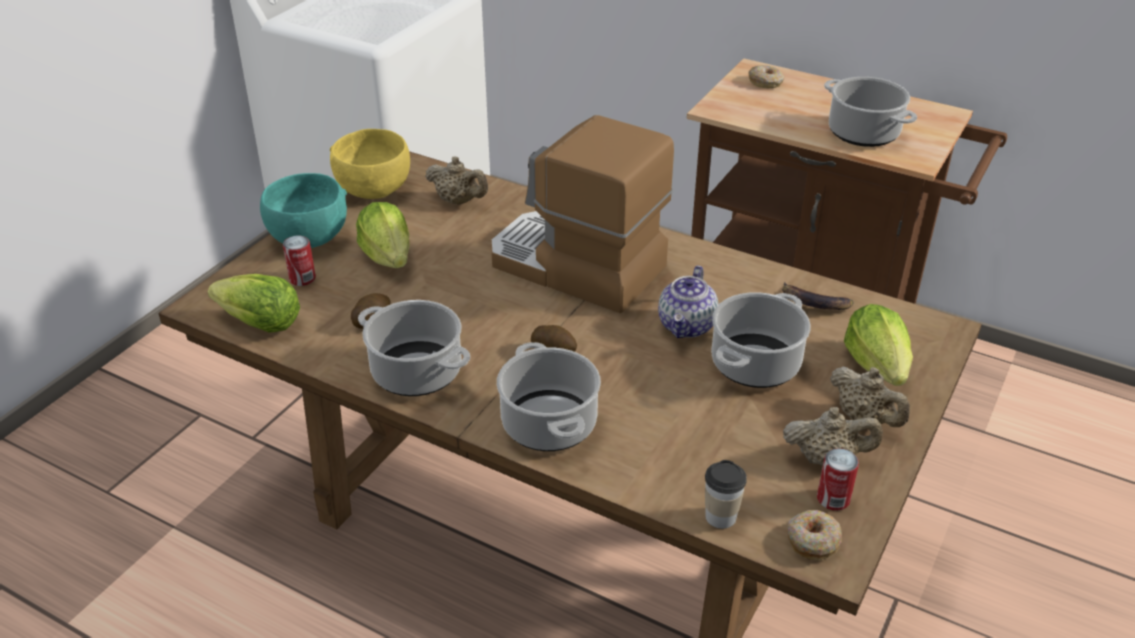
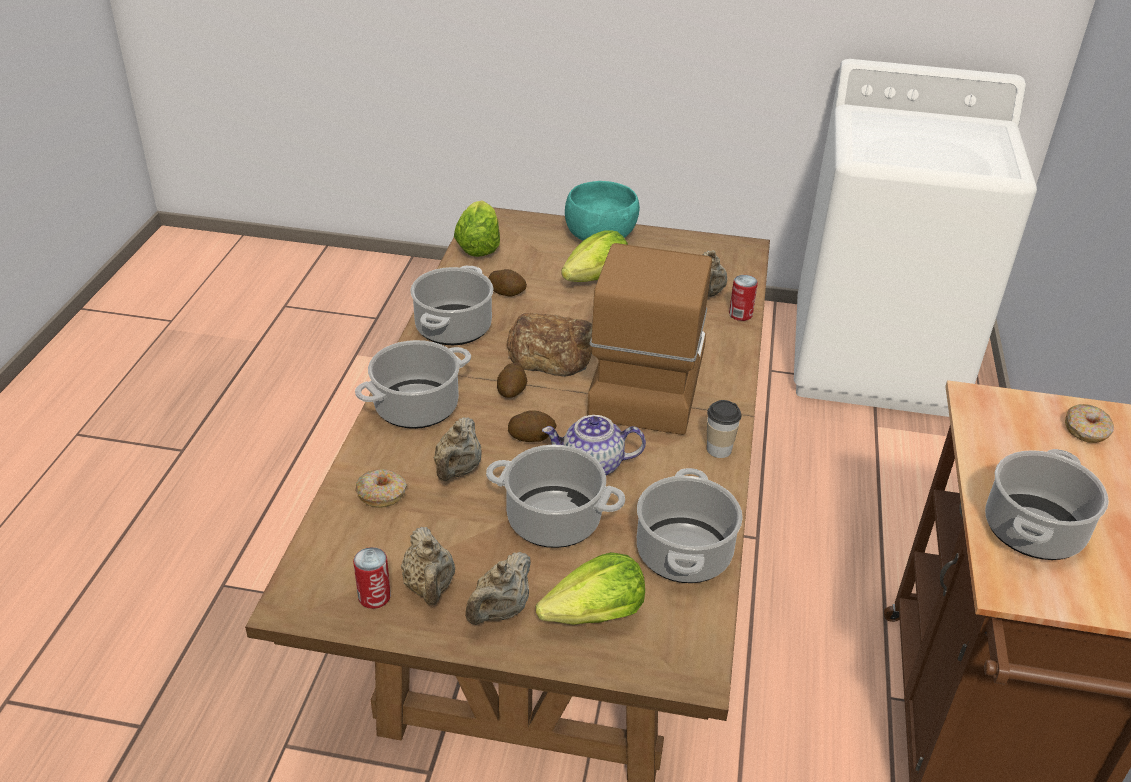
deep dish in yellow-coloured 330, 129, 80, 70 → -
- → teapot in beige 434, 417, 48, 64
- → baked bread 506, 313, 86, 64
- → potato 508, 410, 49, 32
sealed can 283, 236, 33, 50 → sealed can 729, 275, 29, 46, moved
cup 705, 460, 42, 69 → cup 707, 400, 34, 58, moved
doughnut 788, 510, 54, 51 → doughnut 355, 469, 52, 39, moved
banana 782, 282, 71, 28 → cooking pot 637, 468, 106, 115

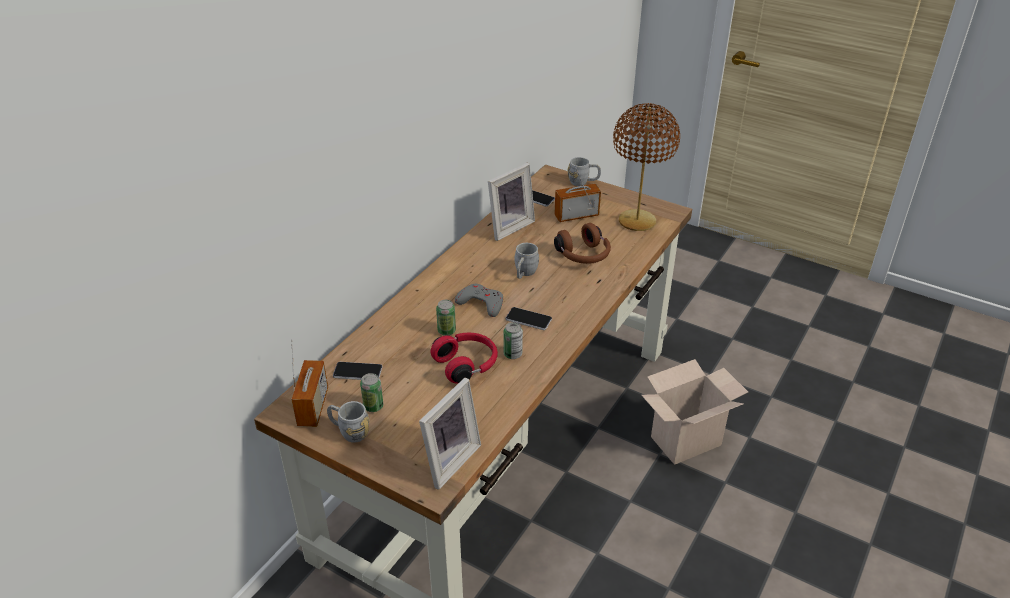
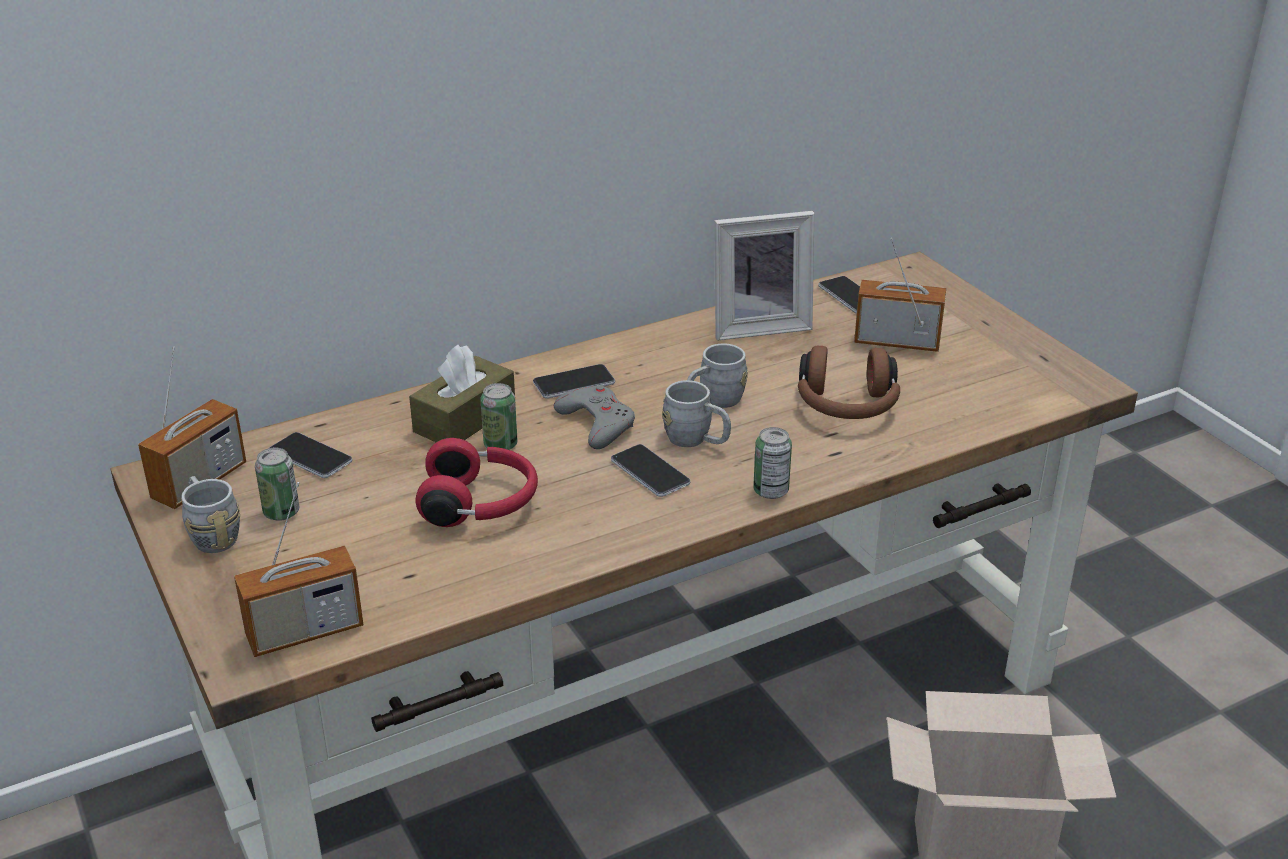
lamp for a table in brown-coloured 613, 103, 67, 128 → -
- → tissue box in brown-coloured 409, 345, 107, 97
- → handset 533, 364, 82, 35
sealed can 504, 322, 19, 37 → sealed can 753, 427, 39, 72, moved
tea mug in gray 568, 157, 33, 29 → tea mug in gray 662, 380, 69, 67, moved
photo frame 419, 378, 62, 112 → radio receiver 234, 482, 129, 175

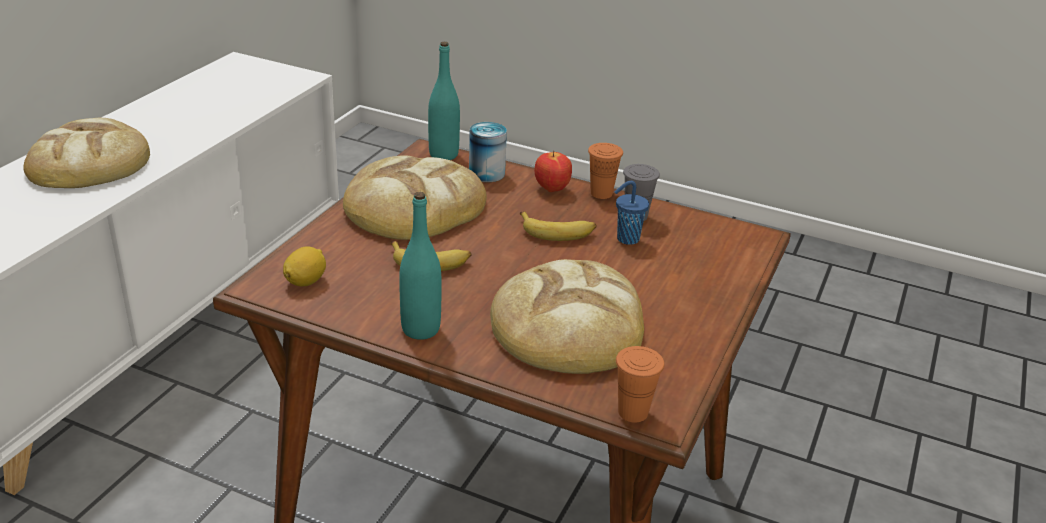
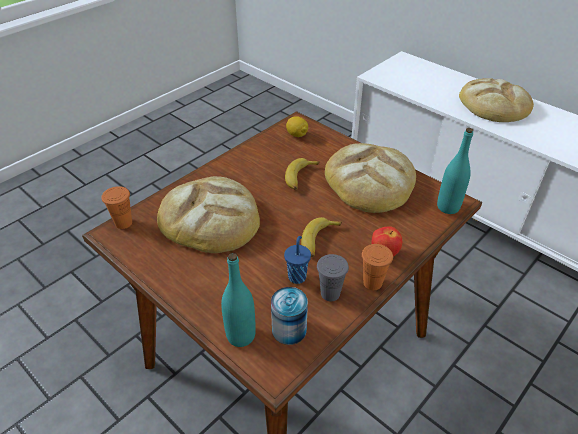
bottle in blue-green 399, 192, 43, 148 → bottle in blue-green 221, 253, 35, 94, moved
sealed can 469, 122, 38, 60 → sealed can 271, 287, 37, 58, moved

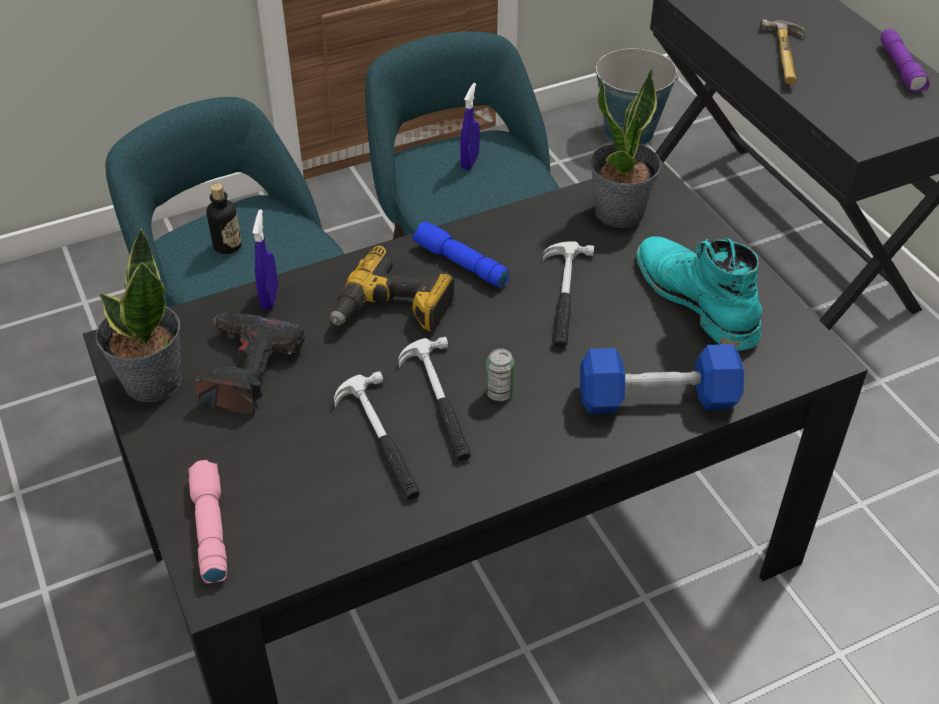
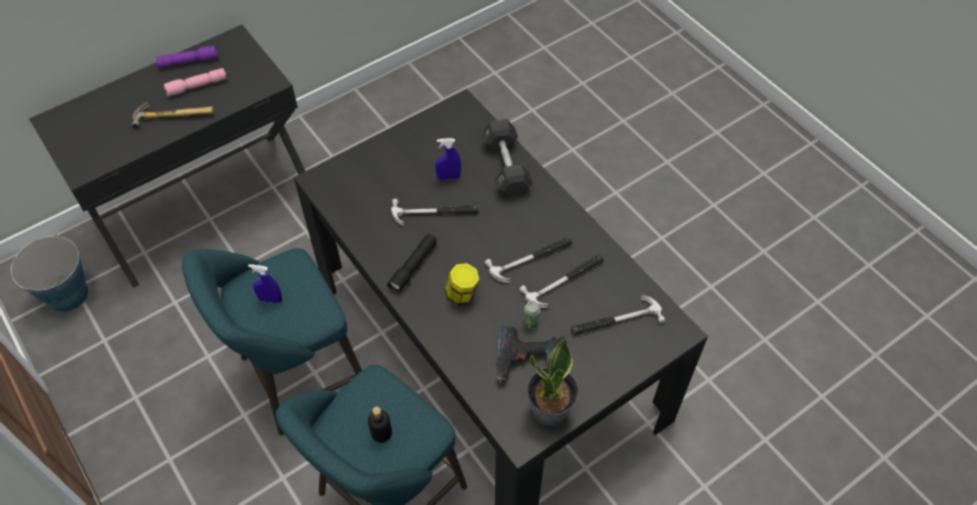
potted plant 590, 68, 71, 160 → -
boot in blue-green 636, 236, 126, 115 → -
- → hammer 571, 295, 95, 40
hand torch in pink 188, 460, 39, 124 → hand torch in pink 164, 68, 63, 29, moved
spray bottle in bluish 252, 209, 26, 101 → spray bottle in bluish 435, 138, 26, 42, moved
sealed can 486, 348, 29, 53 → sealed can 523, 301, 17, 28, moved
electric drill 330, 246, 125, 86 → jar 445, 263, 34, 42
hand torch in bluish 412, 221, 98, 67 → hand torch in black 387, 234, 50, 59
free weight in bluish 580, 344, 164, 70 → free weight in black 481, 119, 52, 78

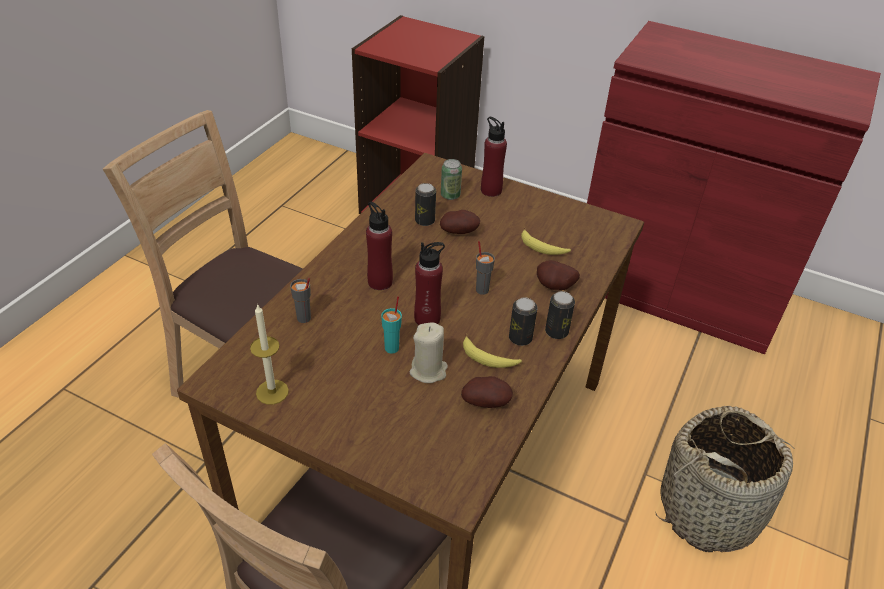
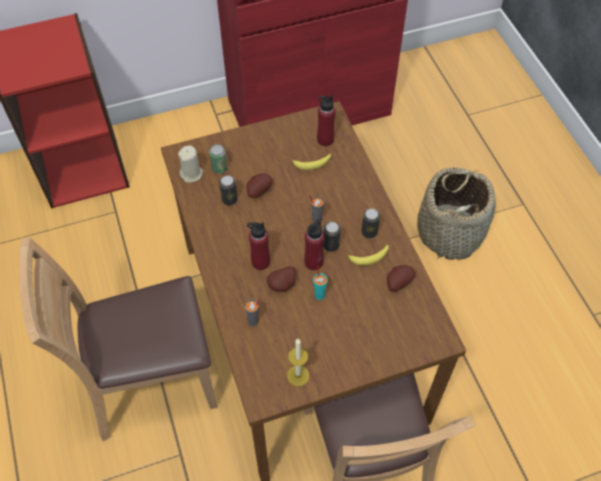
wax light in beige 410, 322, 38, 61 → wax light in beige 178, 145, 25, 38, moved
bottle in reddish 481, 117, 26, 80 → bottle in reddish 317, 95, 18, 51, moved
potato 537, 260, 43, 30 → potato 267, 266, 29, 26, moved
sealed can 545, 291, 30, 48 → sealed can 323, 222, 18, 30, moved

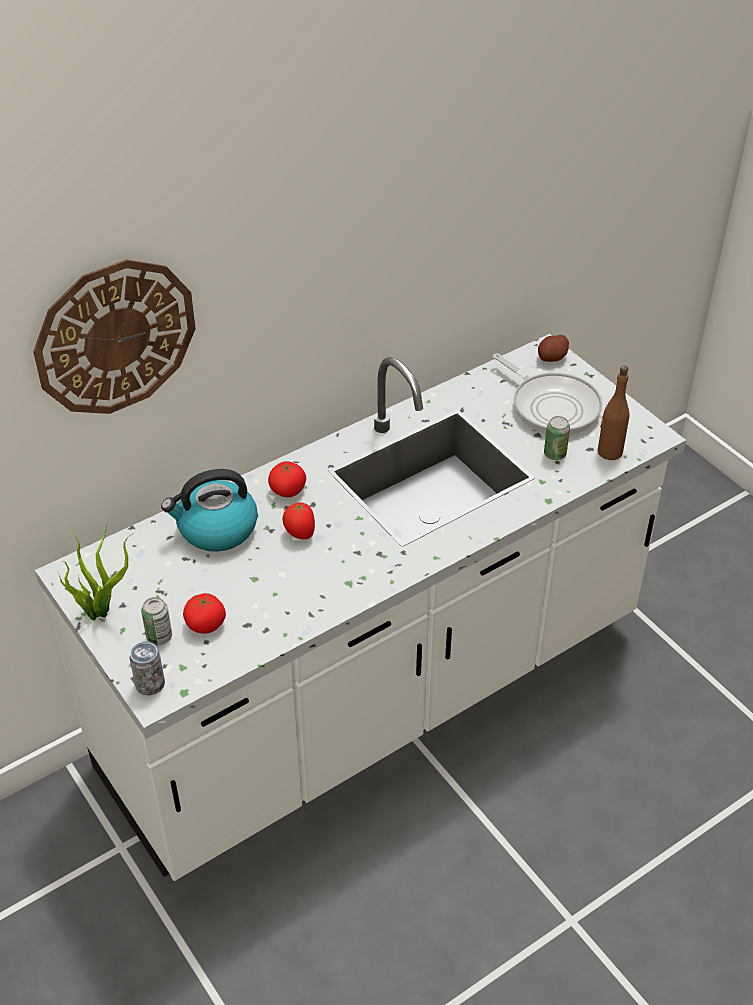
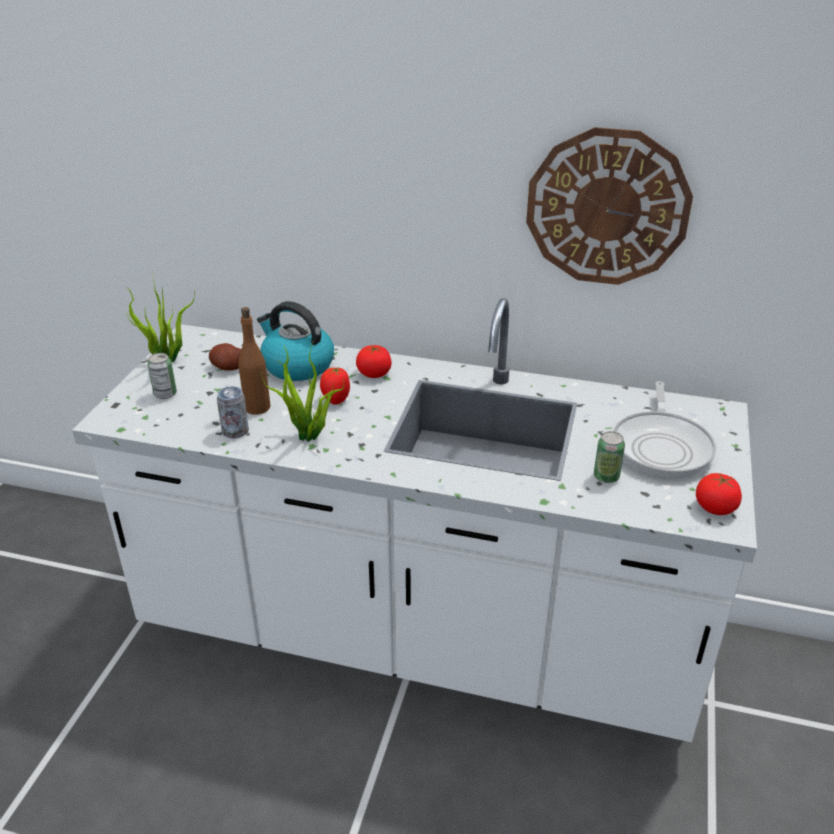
- → potted plant 261, 341, 83, 101
hanging clock 33, 259, 163, 155 → hanging clock 526, 127, 167, 158, moved
sealed can 129, 642, 36, 54 → sealed can 217, 386, 32, 52, moved
whole tomato 183, 593, 43, 41 → whole tomato 696, 473, 46, 42, moved
potato 538, 335, 31, 27 → potato 209, 343, 32, 28, moved
bottle in brown-coloured 598, 365, 32, 95 → bottle in brown-coloured 238, 307, 33, 108, moved

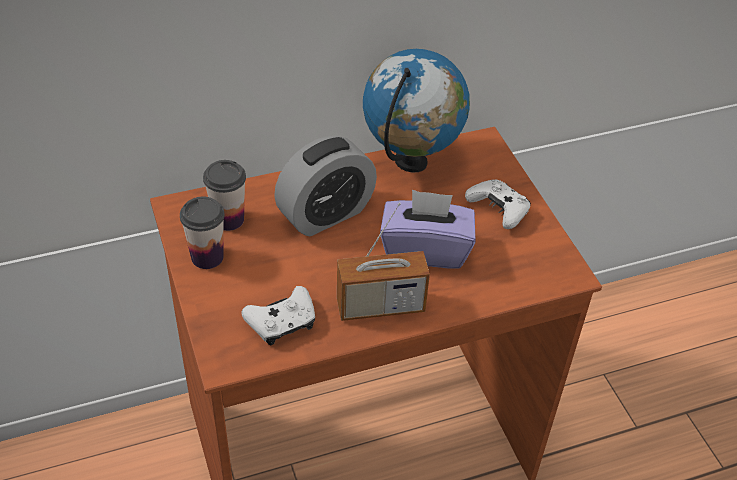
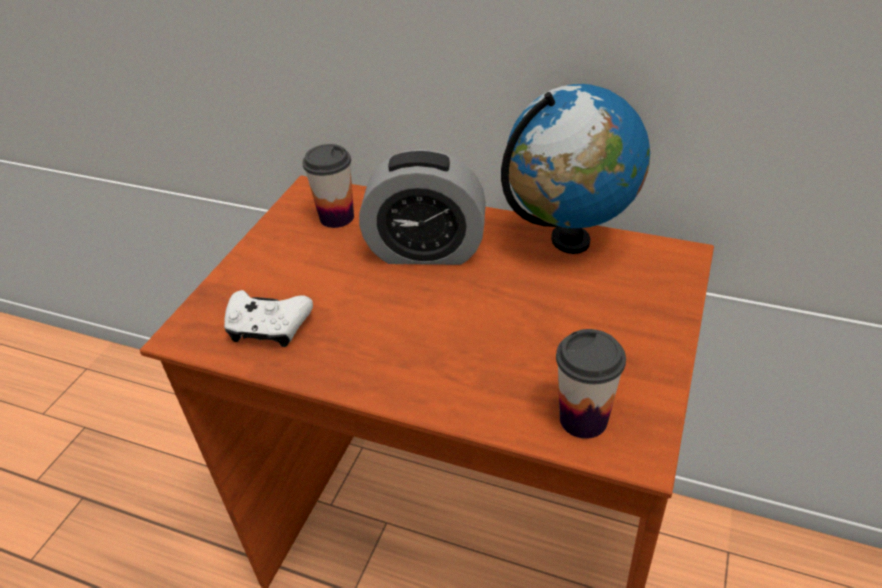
radio receiver 337, 202, 93, 119 → -
tissue box in purple-coloured 380, 190, 95, 78 → -
gamepad in whitish 465, 180, 66, 49 → -
cup 180, 196, 45, 73 → cup 556, 329, 70, 110, moved

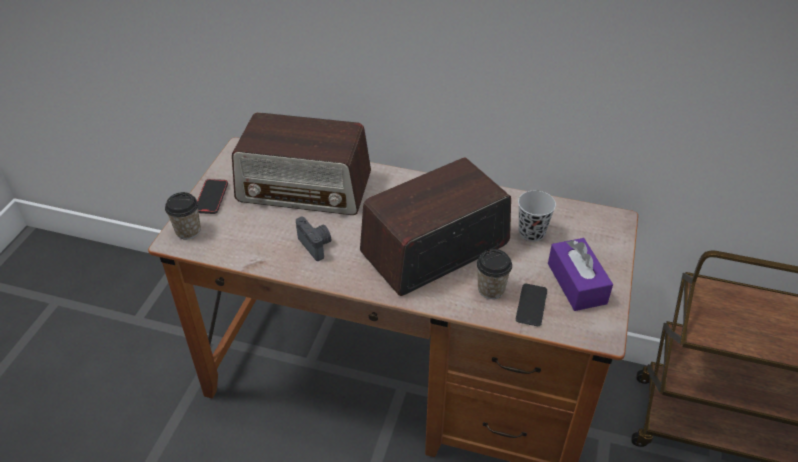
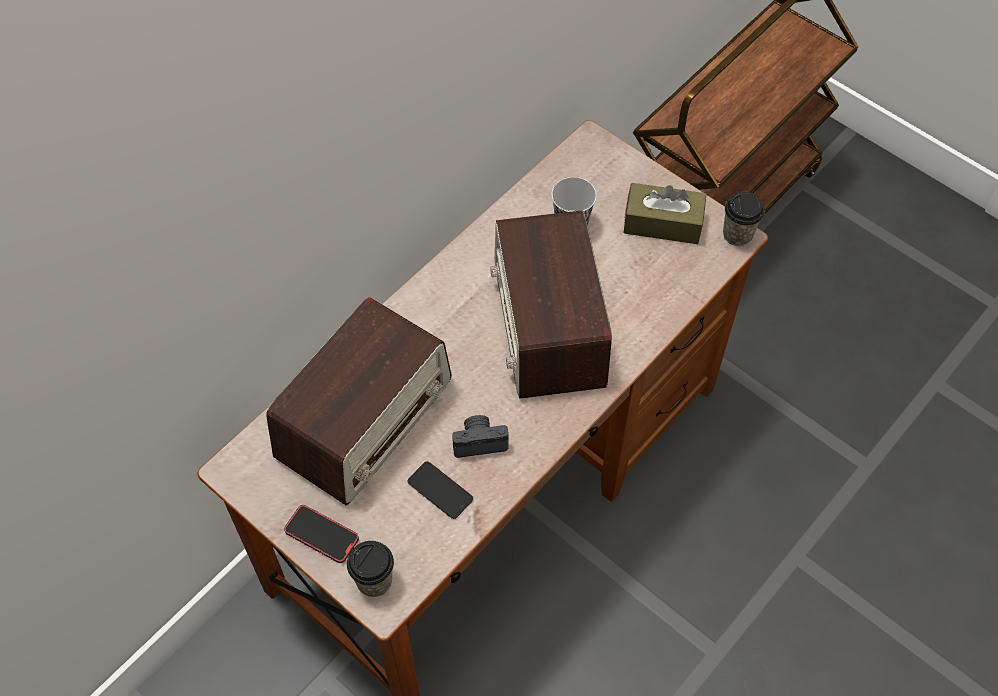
cup 477, 249, 35, 50 → cup 723, 192, 42, 54, moved
handset 516, 284, 31, 42 → handset 408, 462, 65, 57, moved
tissue box in purple-coloured 548, 238, 65, 73 → tissue box in brown-coloured 623, 183, 84, 61

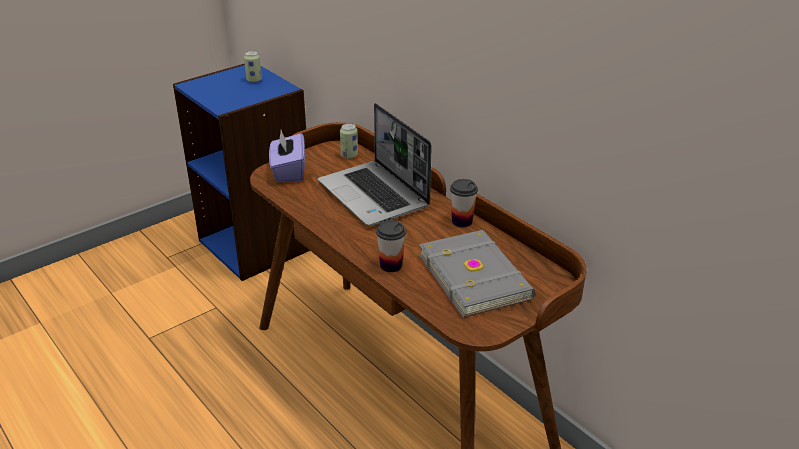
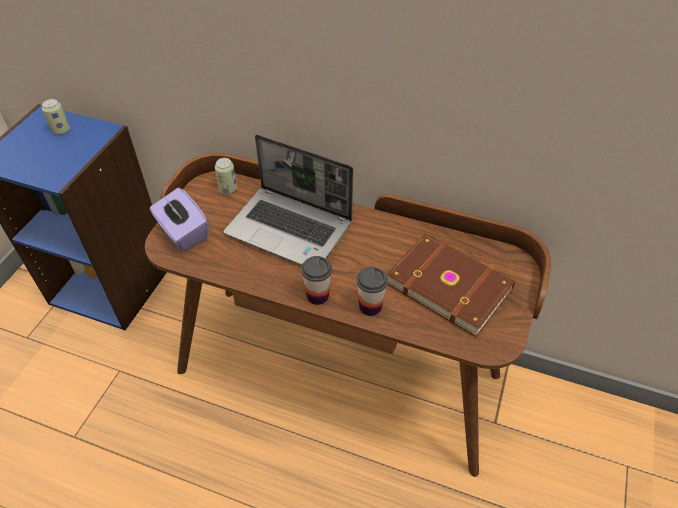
cup 450, 179, 28, 48 → cup 301, 256, 31, 49, moved
bound book in gray 419, 230, 116, 88 → bound book in brown-coloured 386, 233, 129, 104

